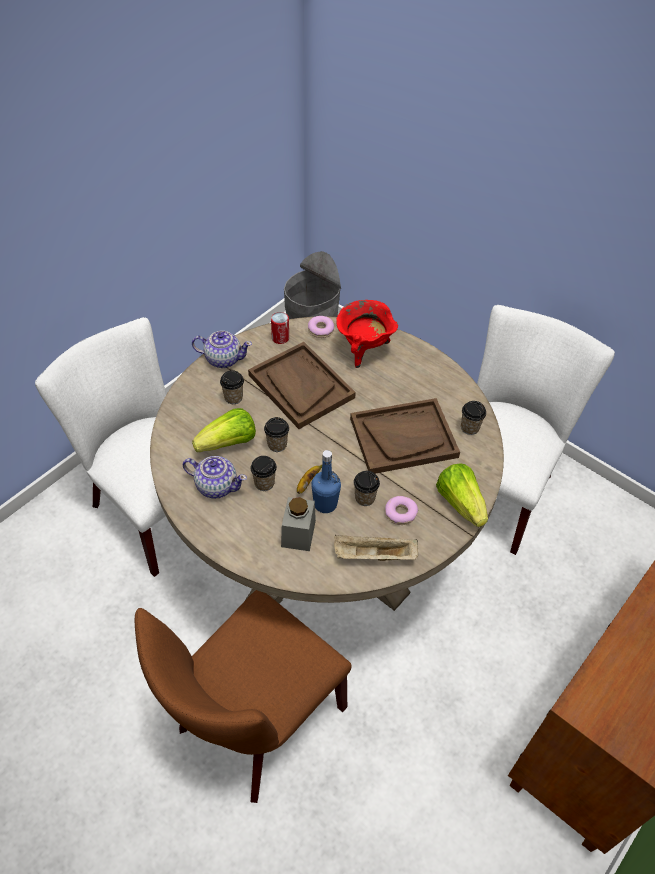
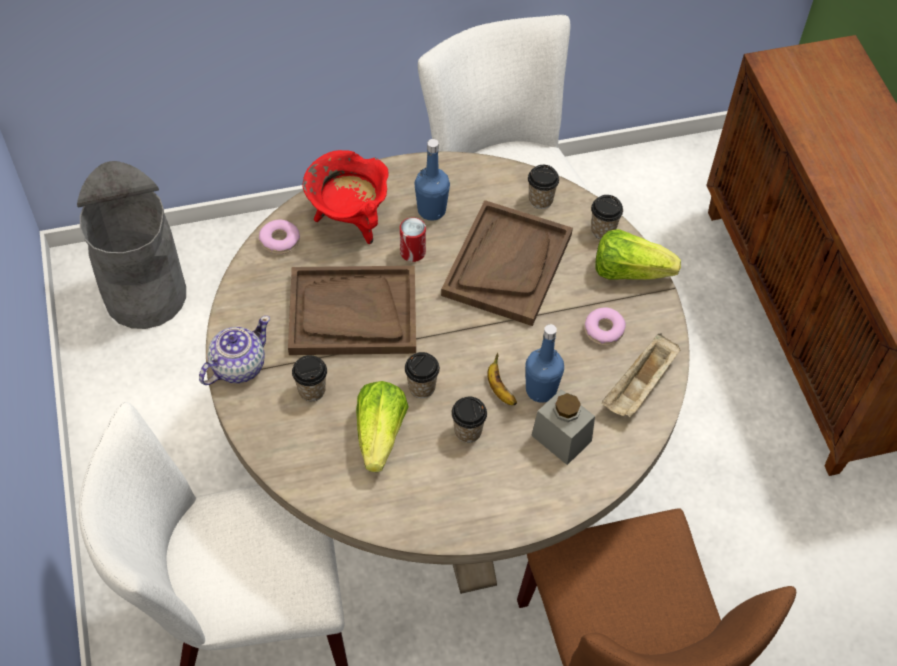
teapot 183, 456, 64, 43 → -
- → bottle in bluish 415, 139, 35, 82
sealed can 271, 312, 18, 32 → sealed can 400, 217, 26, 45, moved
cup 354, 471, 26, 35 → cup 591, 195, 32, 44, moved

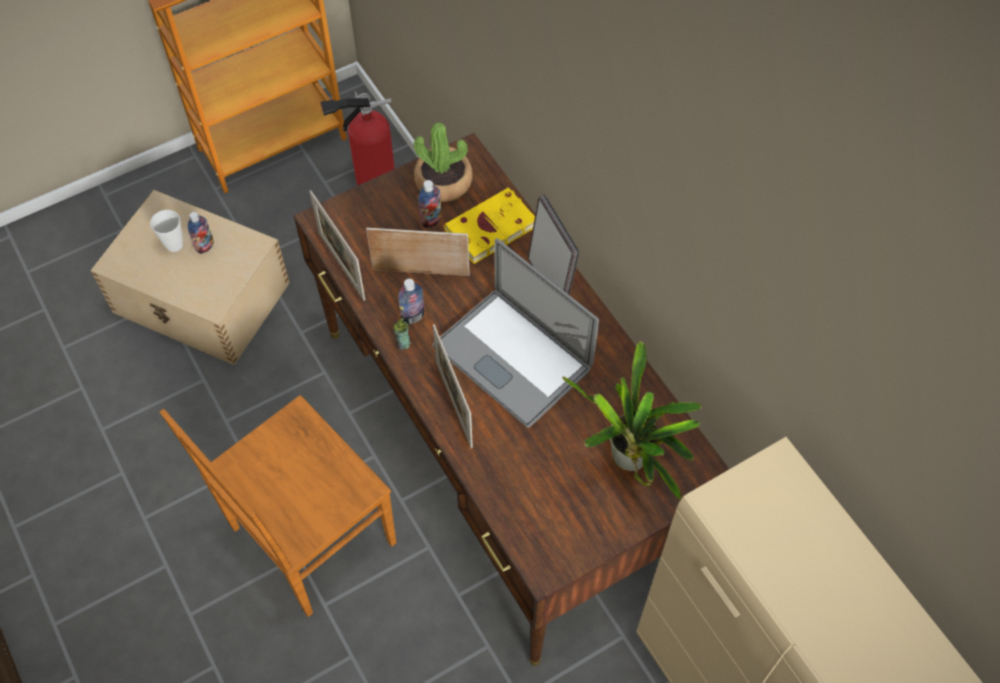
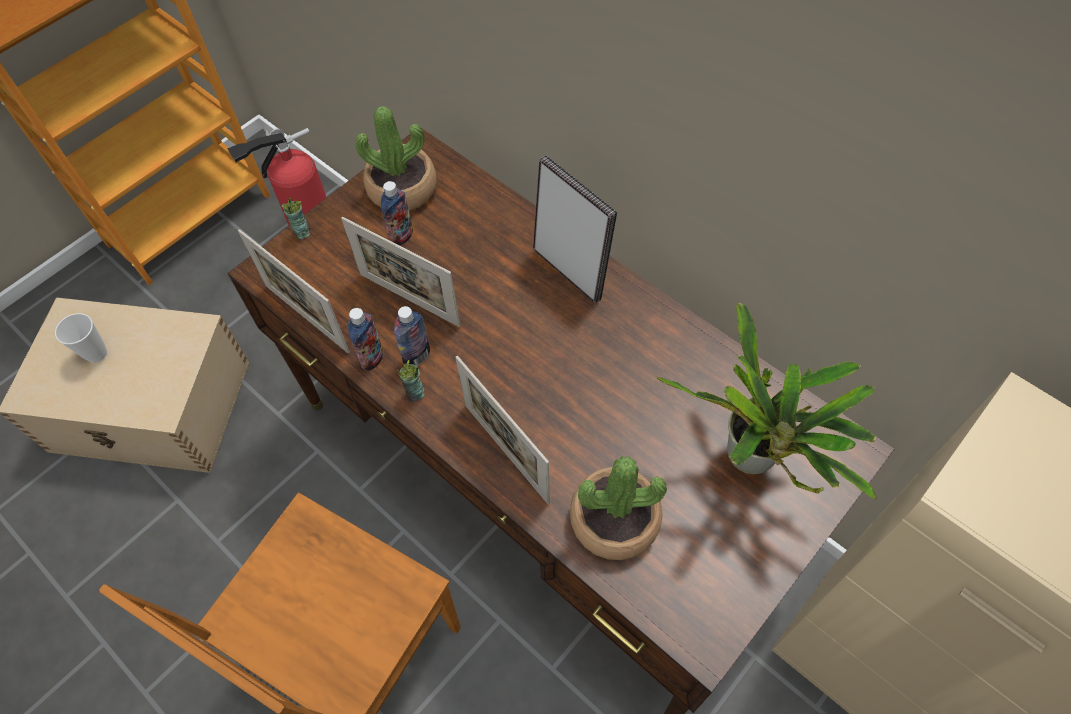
laptop 433, 238, 166, 190 → -
bound book in yellow-coloured 444, 188, 91, 76 → -
- → cup 282, 198, 29, 41
- → potted plant 570, 456, 97, 104
bottle 188, 212, 26, 42 → bottle 348, 308, 35, 63, moved
photo frame 366, 228, 104, 48 → photo frame 341, 217, 120, 110, 135 degrees counterclockwise

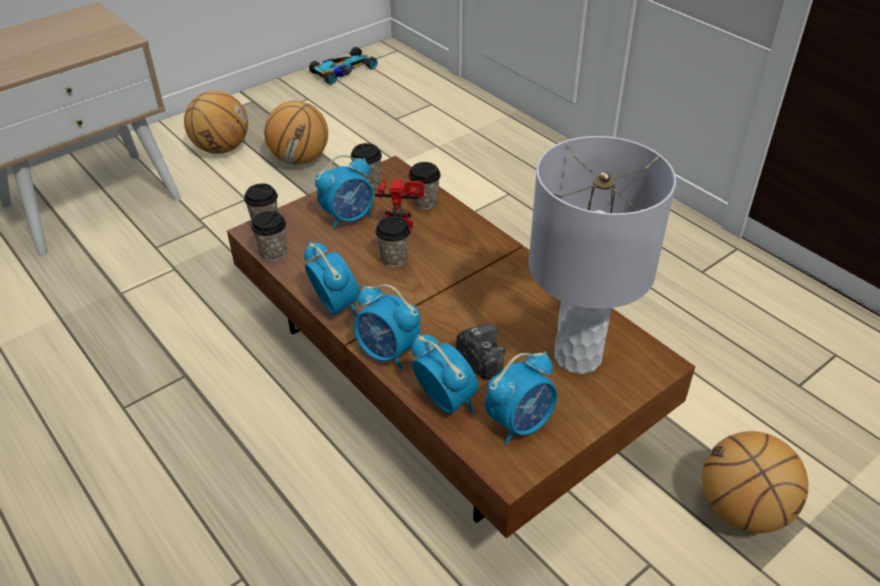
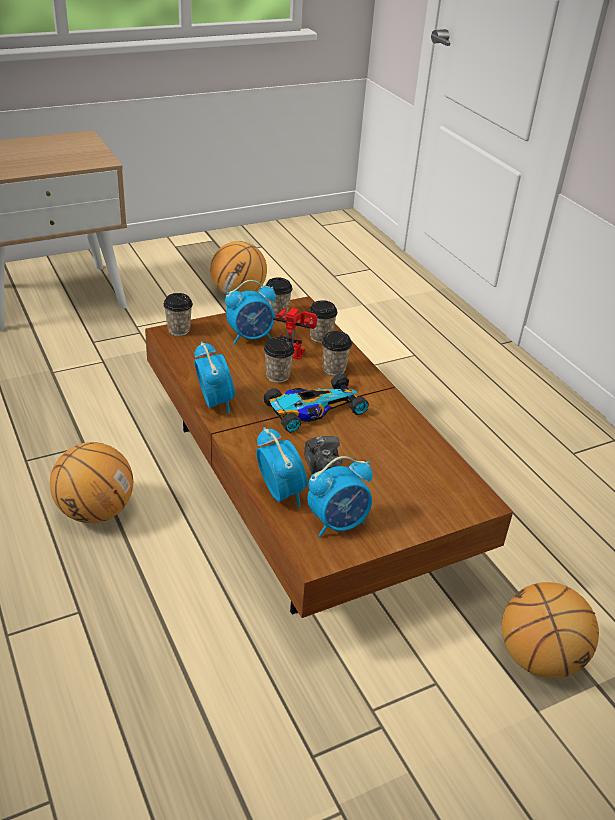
table clock 354, 284, 66, 85 → -
lamp for a table in gray 529, 136, 147, 238 → -
basketball ball 184, 91, 64, 63 → basketball ball 50, 442, 83, 81, moved
cup 251, 211, 36, 50 → cup 322, 331, 30, 45, moved
miniature car 309, 47, 69, 38 → miniature car 264, 374, 105, 59, moved

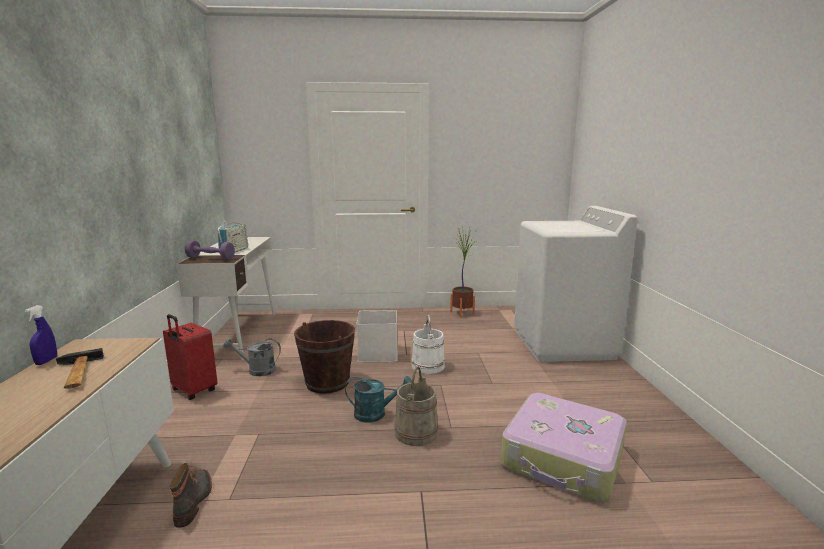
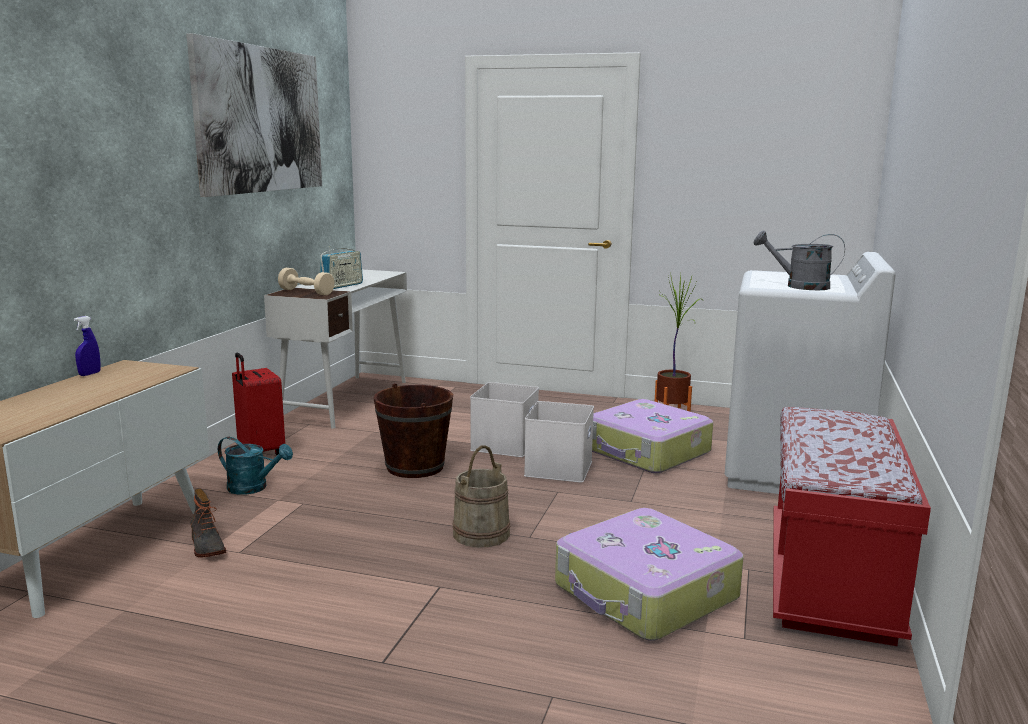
hammer 56, 348, 48, 41 → -
- → wall art 186, 33, 136, 164
- → piece of luggage 592, 399, 121, 74
- → long seat in reddish 773, 407, 158, 239
watering pot in gray 223, 338, 58, 38 → watering pot in gray 753, 230, 92, 60, moved
watering pot in blue-green 345, 376, 67, 47 → watering pot in blue-green 218, 437, 75, 58, moved
bucket in whitish 411, 315, 34, 59 → storage container in whitish 524, 401, 70, 82
free weight in purple-coloured 185, 240, 50, 20 → free weight in beige 278, 268, 57, 27
boot 170, 463, 42, 65 → boot 190, 489, 36, 69, 135 degrees clockwise

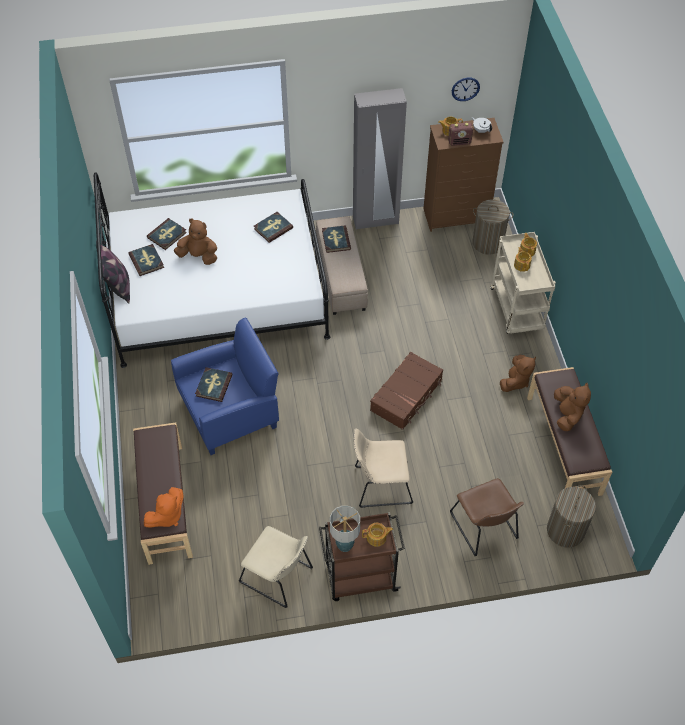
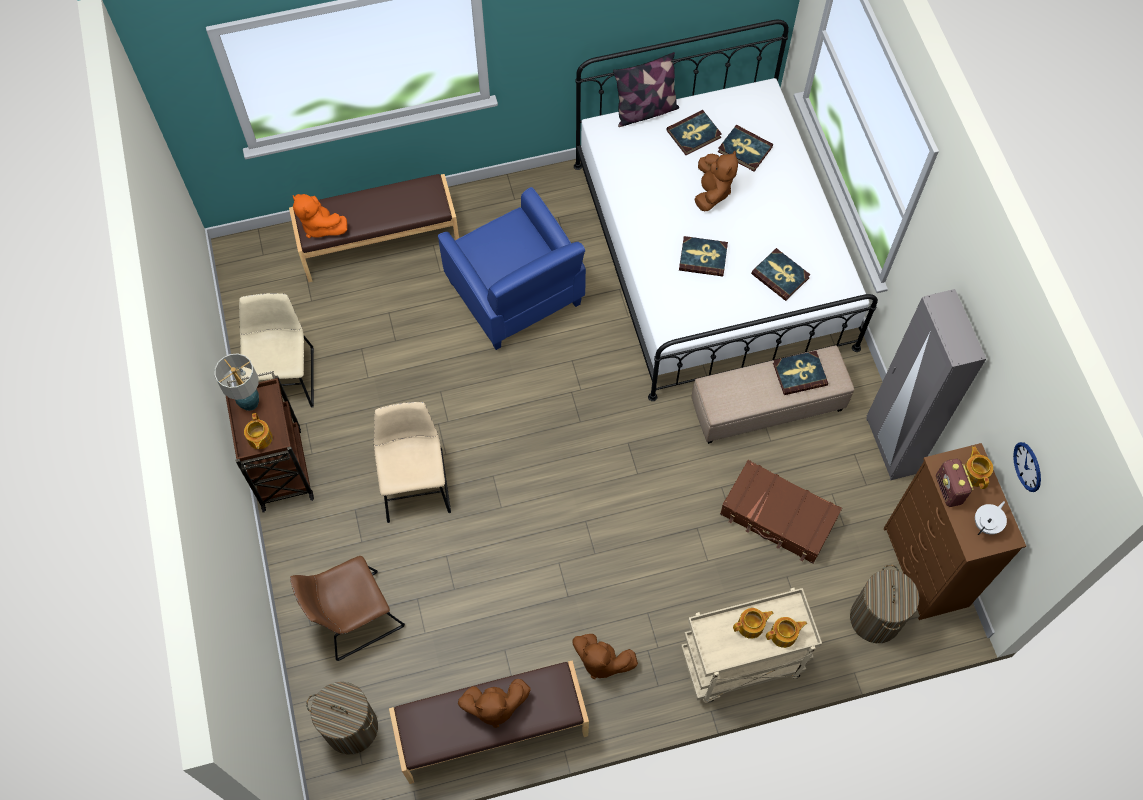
bound book 195, 367, 37, 35 → bound book 679, 236, 49, 40, moved
piece of luggage in brown-coloured 370, 352, 73, 78 → piece of luggage in brown-coloured 720, 460, 122, 104, moved
plain chair in beige 239, 526, 74, 82 → plain chair in beige 239, 293, 75, 114, 150 degrees clockwise

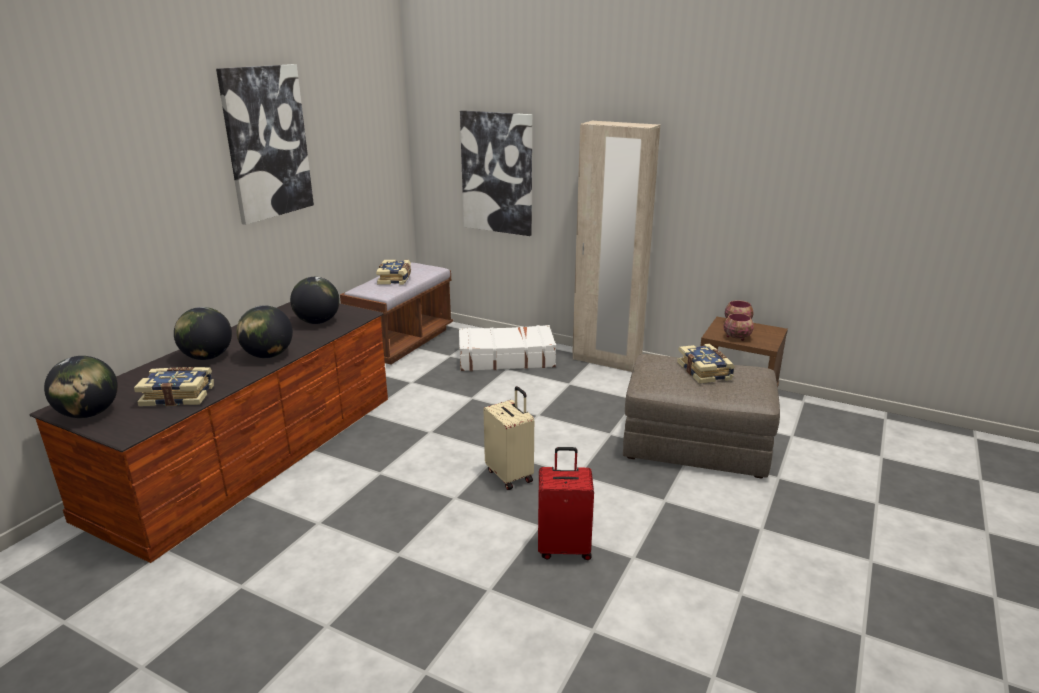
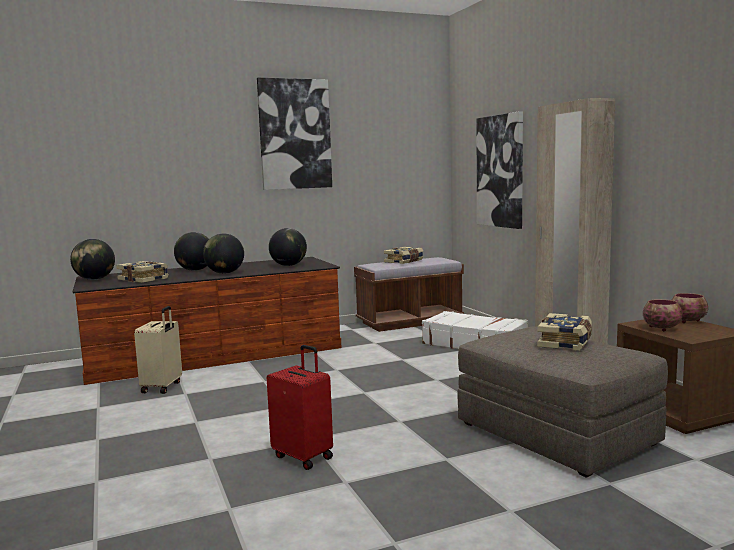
piece of luggage in beige 484, 386, 50, 104 → piece of luggage in beige 134, 306, 48, 88, moved

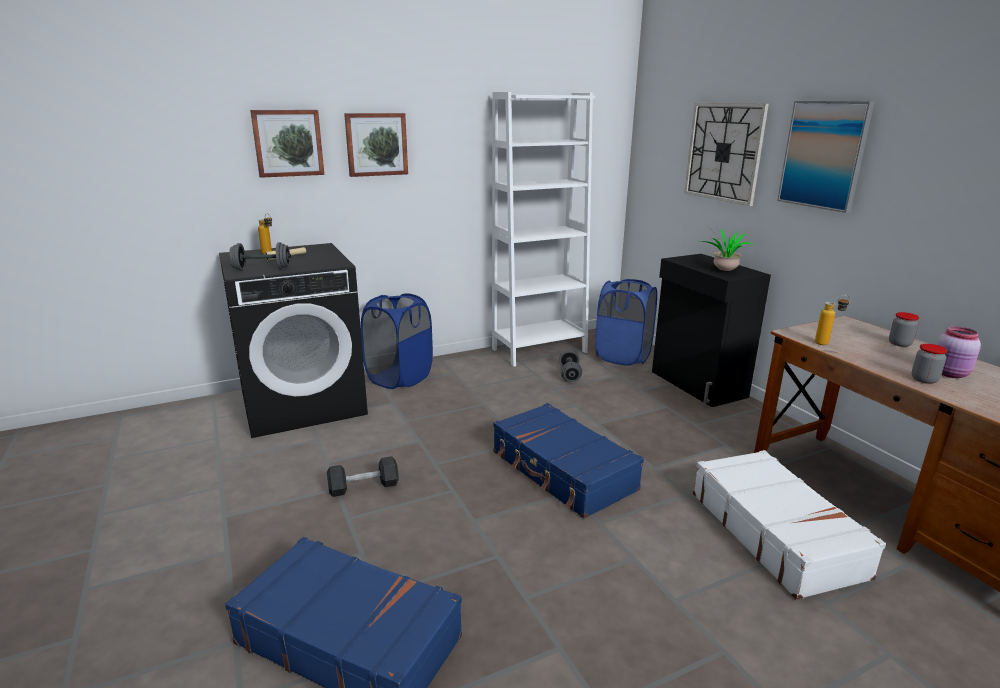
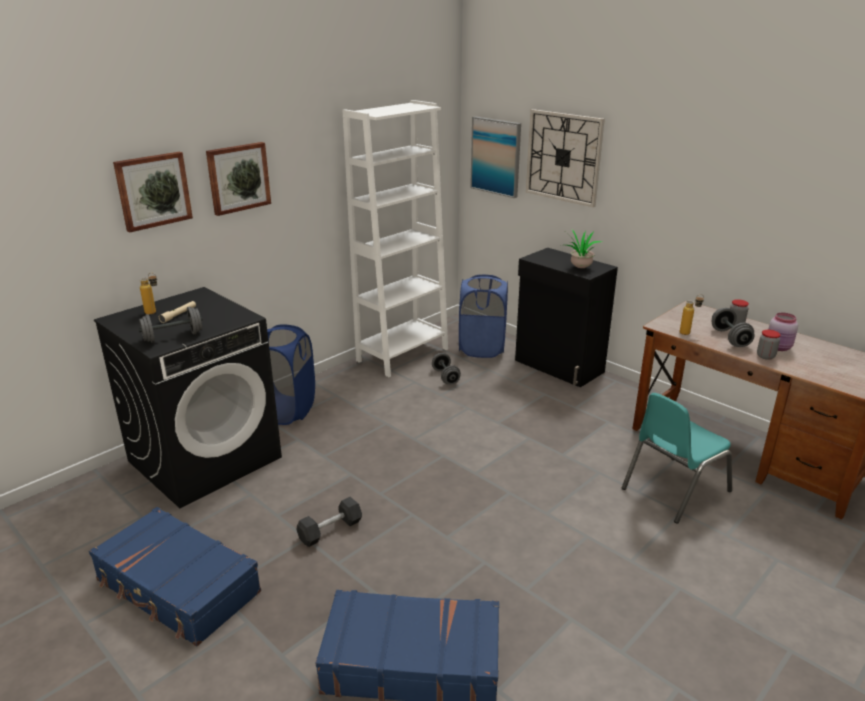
- → free weight in gray 712, 308, 42, 39
piece of luggage in bluish 493, 403, 151, 116 → piece of luggage in bluish 89, 507, 172, 140, moved
wall art 777, 101, 98, 112 → wall art 470, 116, 51, 82, moved
piece of luggage in whitish 693, 450, 193, 150 → plain chair in blue-green 622, 393, 110, 131

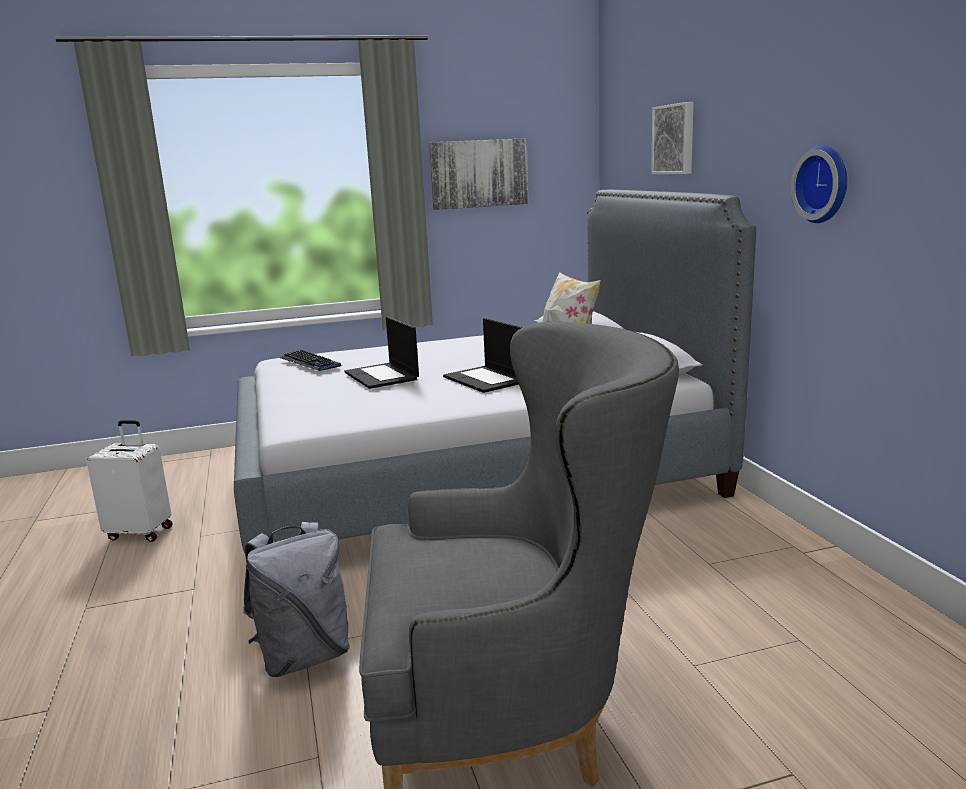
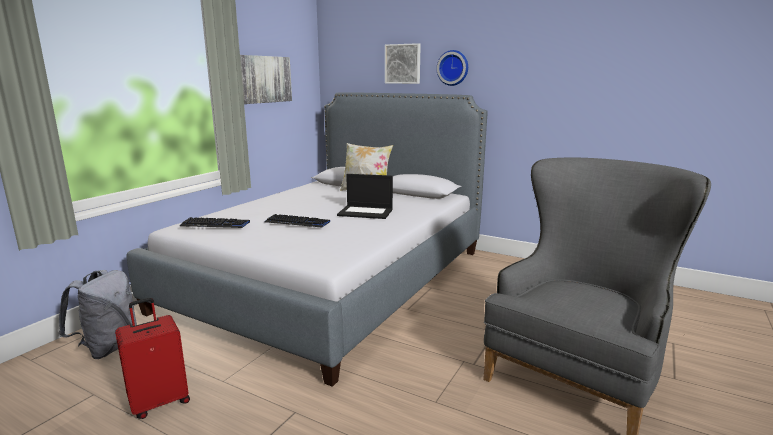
backpack in gray 243, 522, 107, 155 → backpack in gray 58, 270, 79, 89, moved
hanging clock 791, 145, 56, 78 → hanging clock 437, 50, 31, 36, moved
laptop 344, 316, 75, 73 → PC keyboard 265, 214, 65, 14
piece of luggage in whitish 86, 420, 87, 122 → piece of luggage in reddish 115, 298, 75, 121

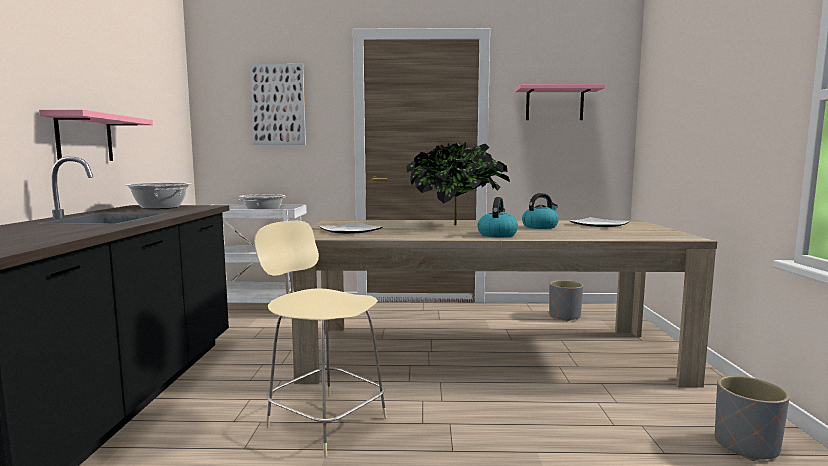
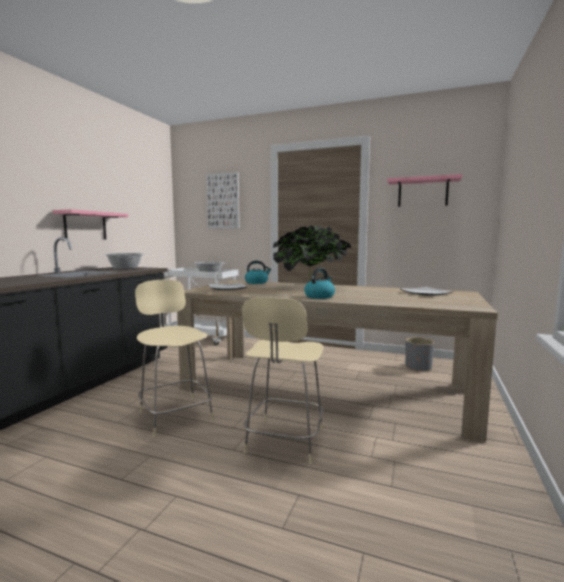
flower pot in gray 715, 376, 75, 85 → -
- → plain chair in beige 242, 297, 82, 167
kettle 522, 193, 37, 36 → kettle 245, 261, 26, 23, moved

